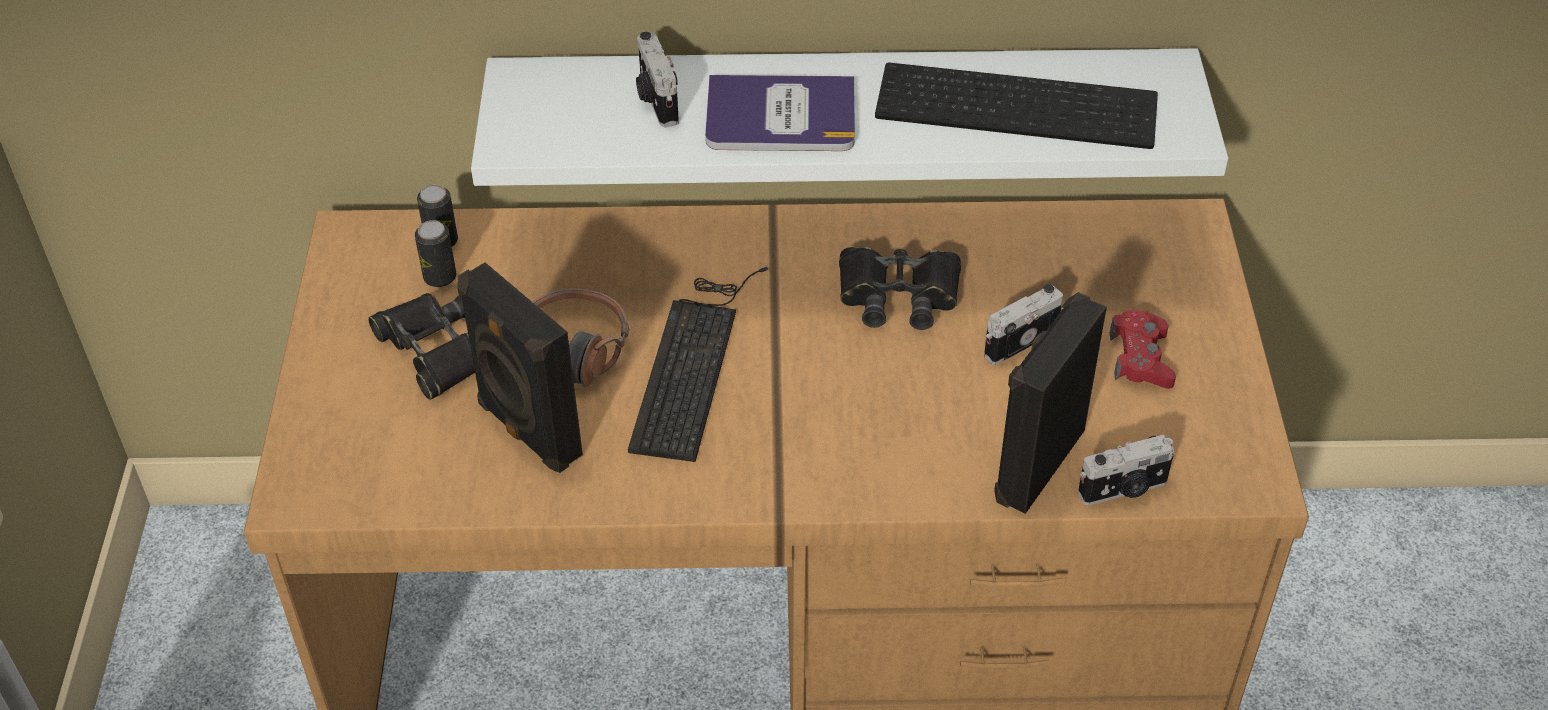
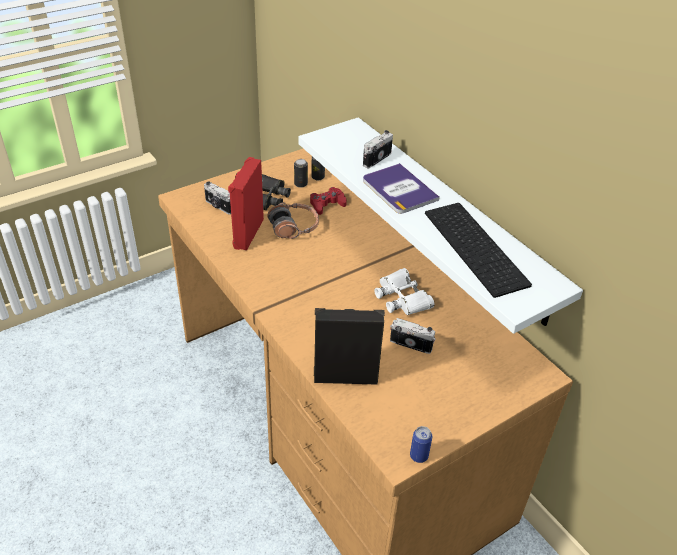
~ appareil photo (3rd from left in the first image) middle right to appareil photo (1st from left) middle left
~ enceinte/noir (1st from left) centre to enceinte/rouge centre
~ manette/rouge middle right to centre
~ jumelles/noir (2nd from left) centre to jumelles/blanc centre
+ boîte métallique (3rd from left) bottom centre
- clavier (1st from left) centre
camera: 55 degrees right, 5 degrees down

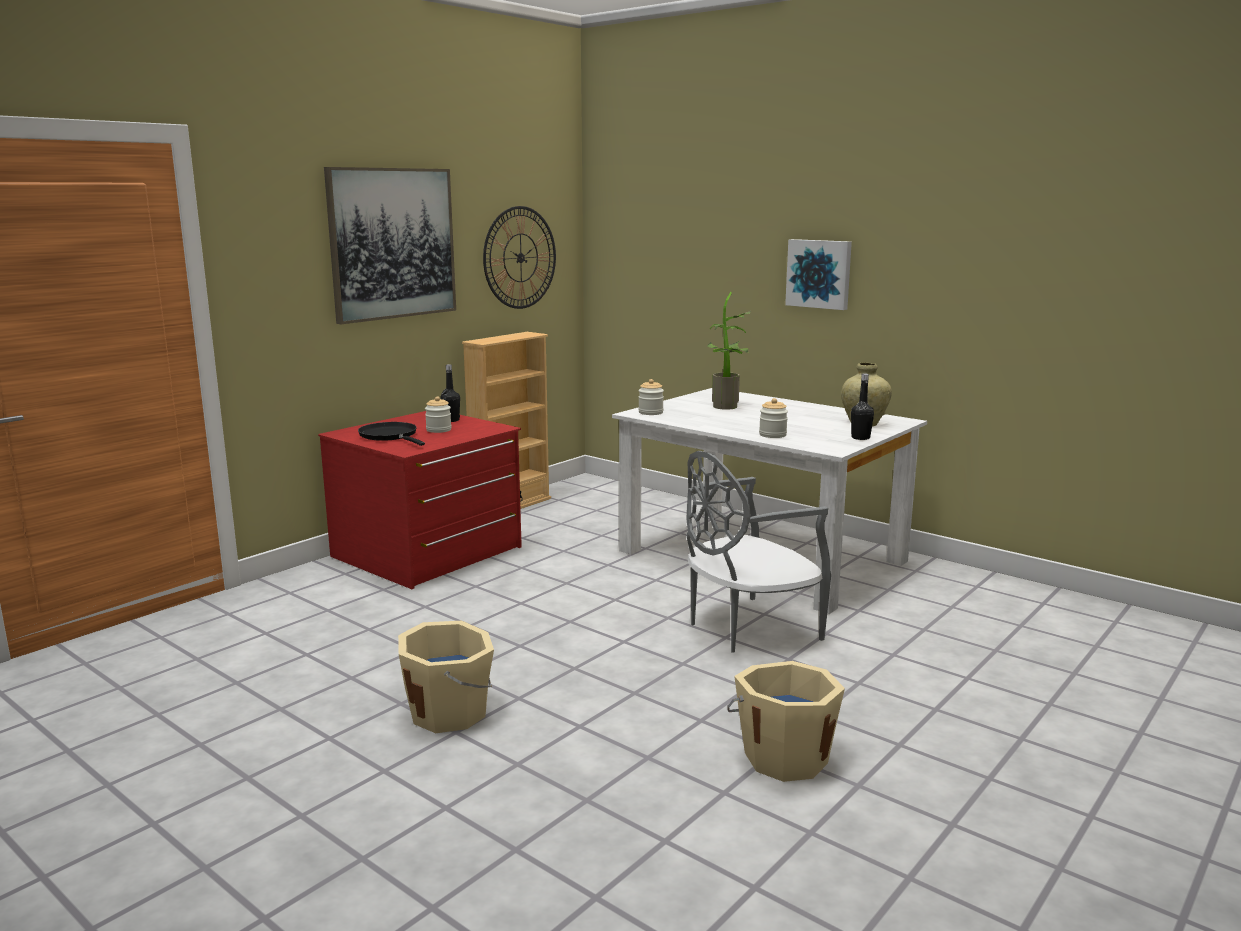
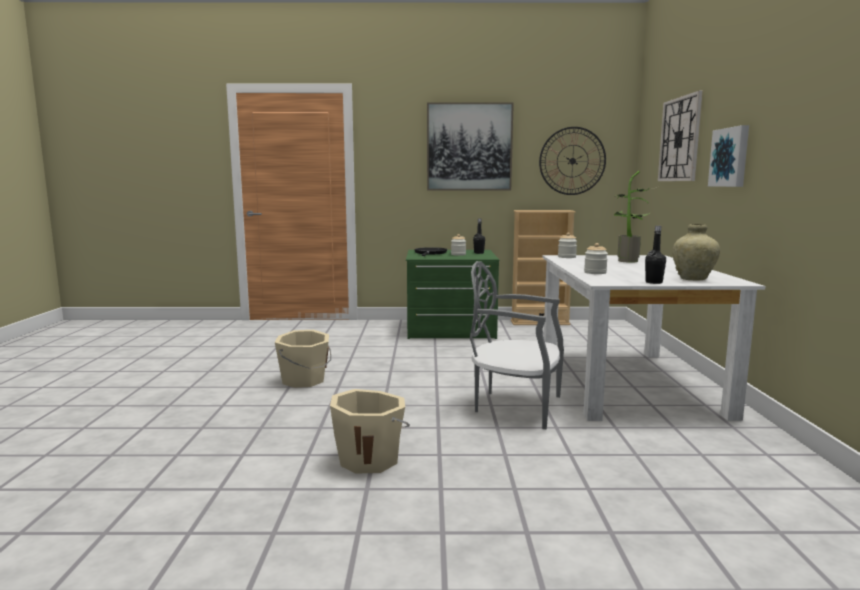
~ commode/rouge centre to commode/vert centre
+ horloge murale (2nd from left) top right
camera: 50 degrees right, 5 degrees down

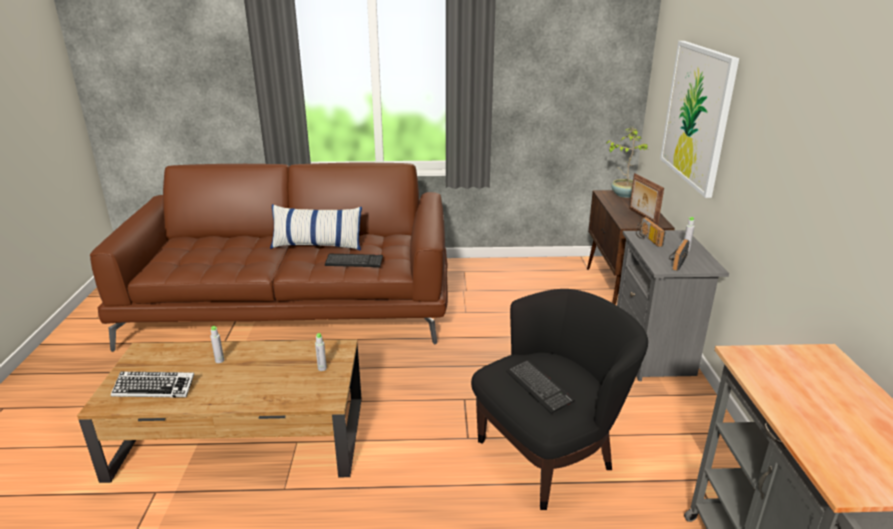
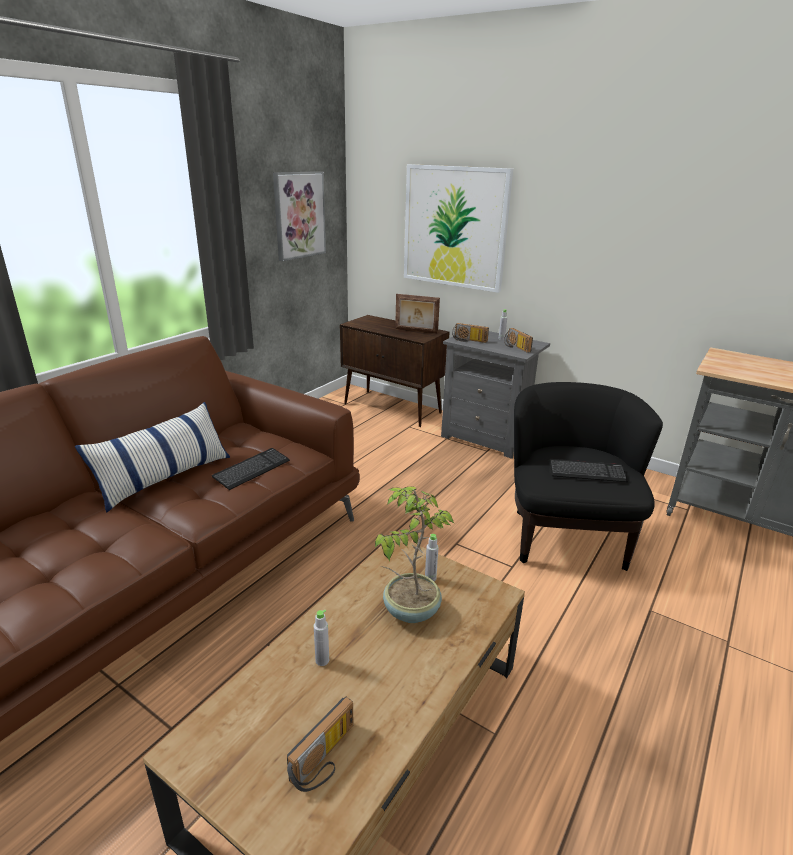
+ tableau (1st from left) top centre
~ clavier (1st from left) bottom left to radio (1st from left) bottom centre
~ plante en pot top right to centre
camera: 55 degrees left, 0 degrees up

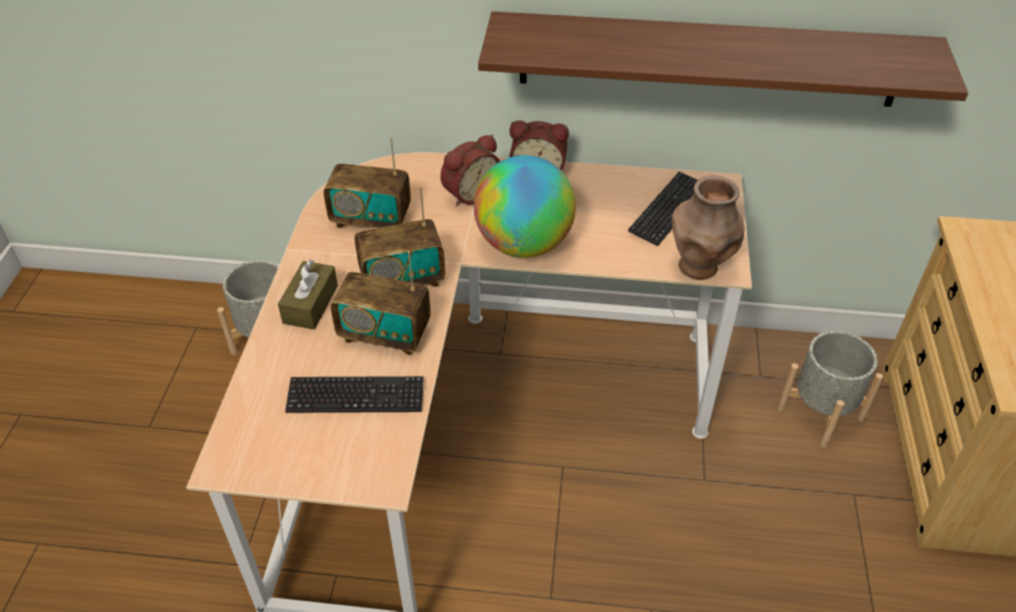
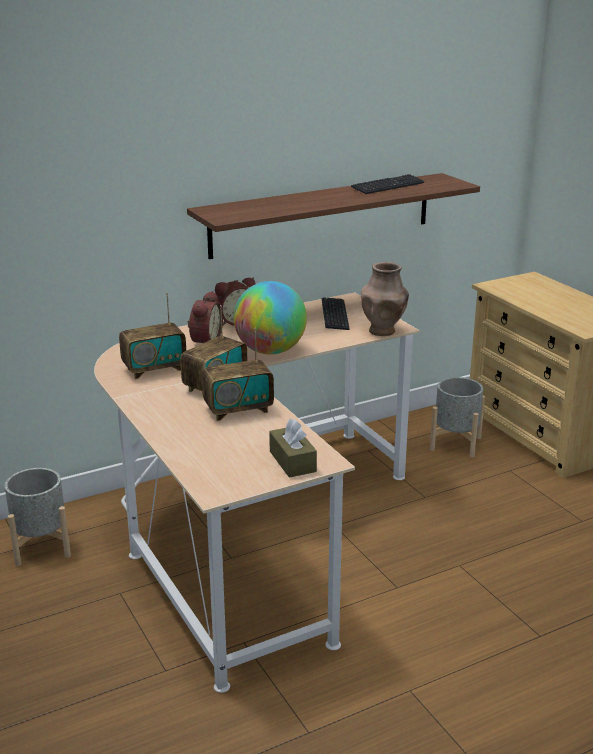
~ boîte à mouchoirs/marron middle left to centre
~ clavier (1st from left in the first image) centre to clavier (2nd from left) top centre
camera: 35 degrees left, 20 degrees down

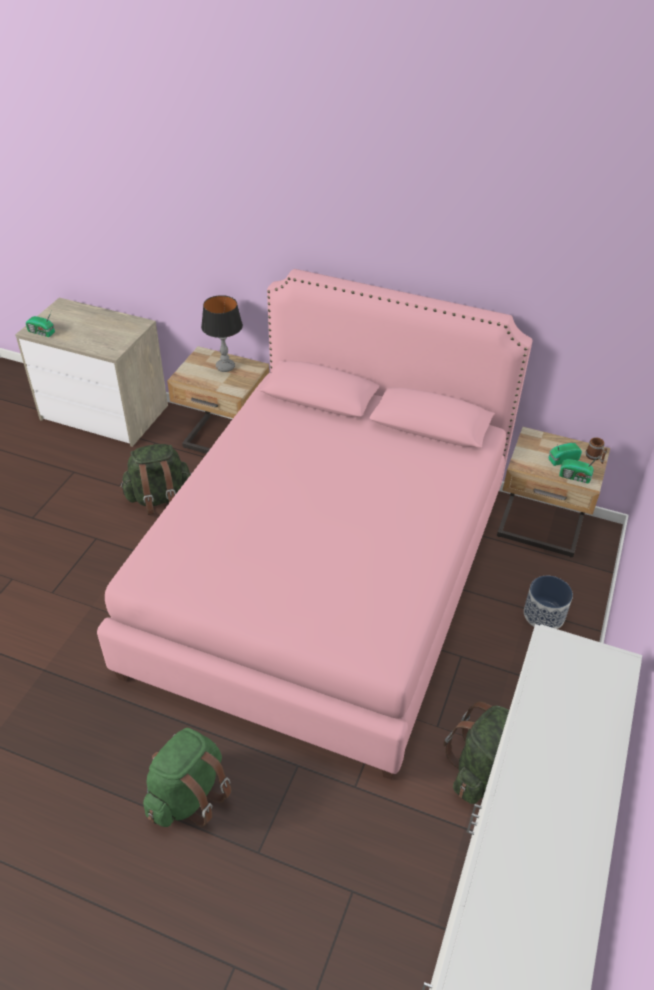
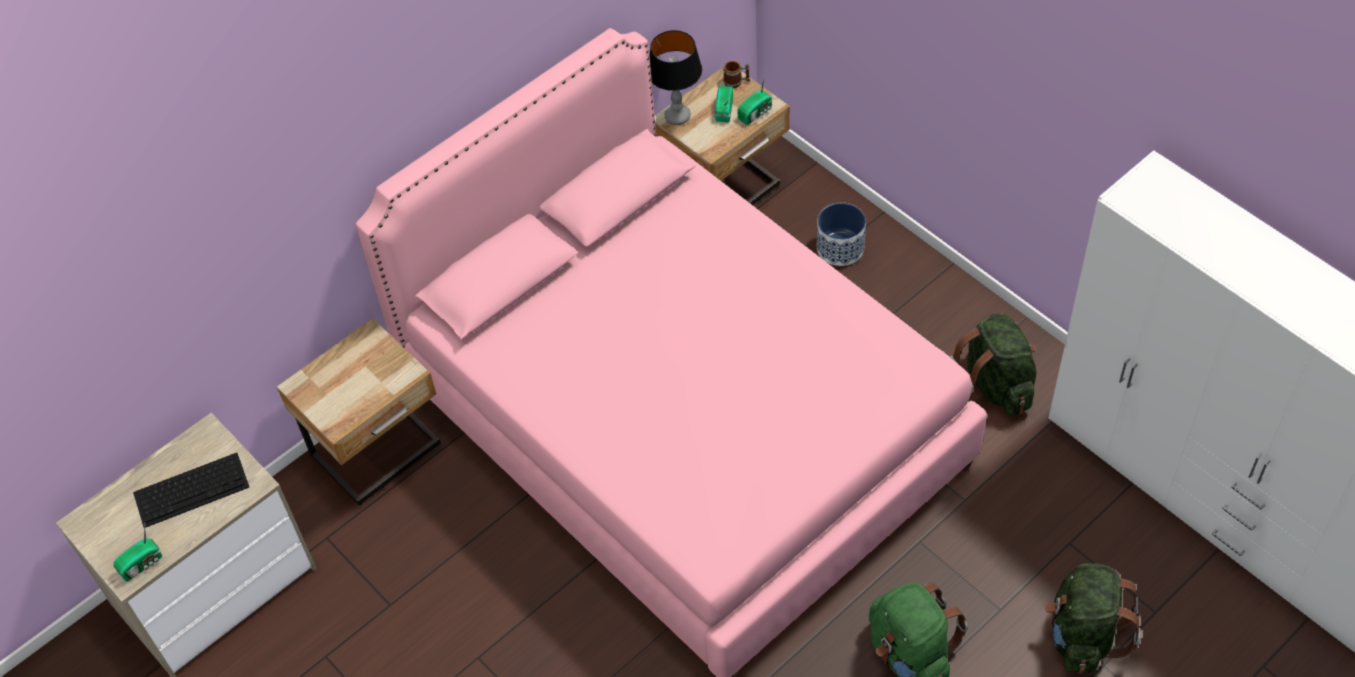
+ clavier bottom left
~ lampe de table centre to top centre
~ sac à dos/vert (1st from left in the first image) middle left to sac à dos/vert (3rd from left) bottom right
camera: 60 degrees left, 10 degrees up

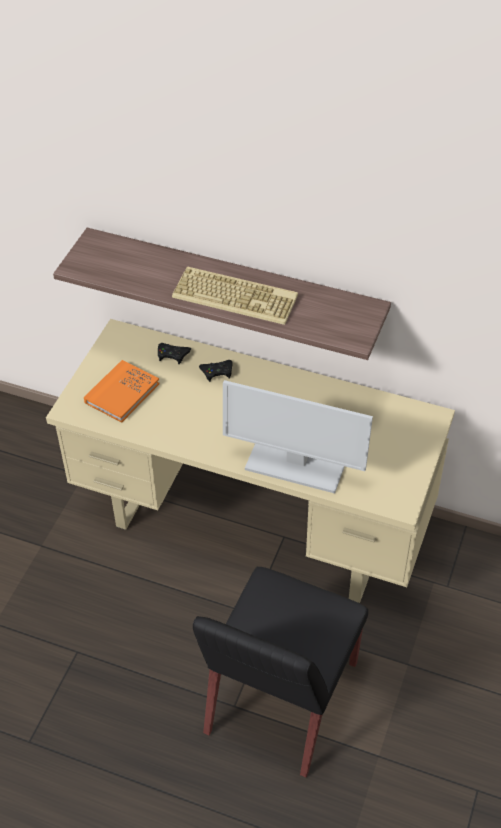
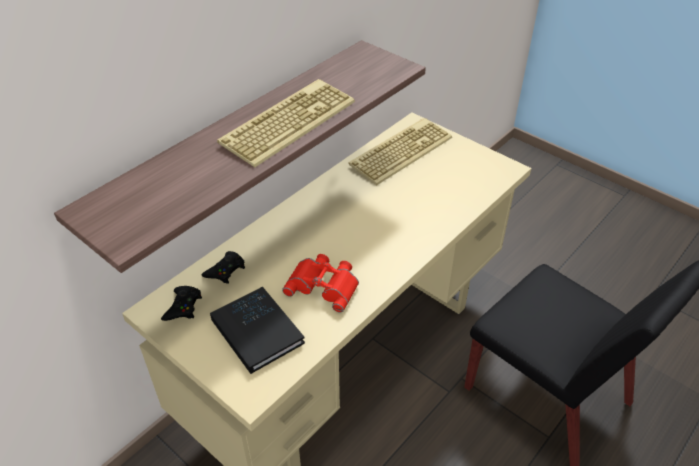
~ manette/noir (2nd from left in the first image) centre to manette/noir (1st from left) middle left
~ livre/orange middle left to livre/noir bottom centre
+ jumelles/rouge centre
+ clavier (2nd from left) top centre
- écran d'ordinateur centre
camera: 70 degrees left, 5 degrees down

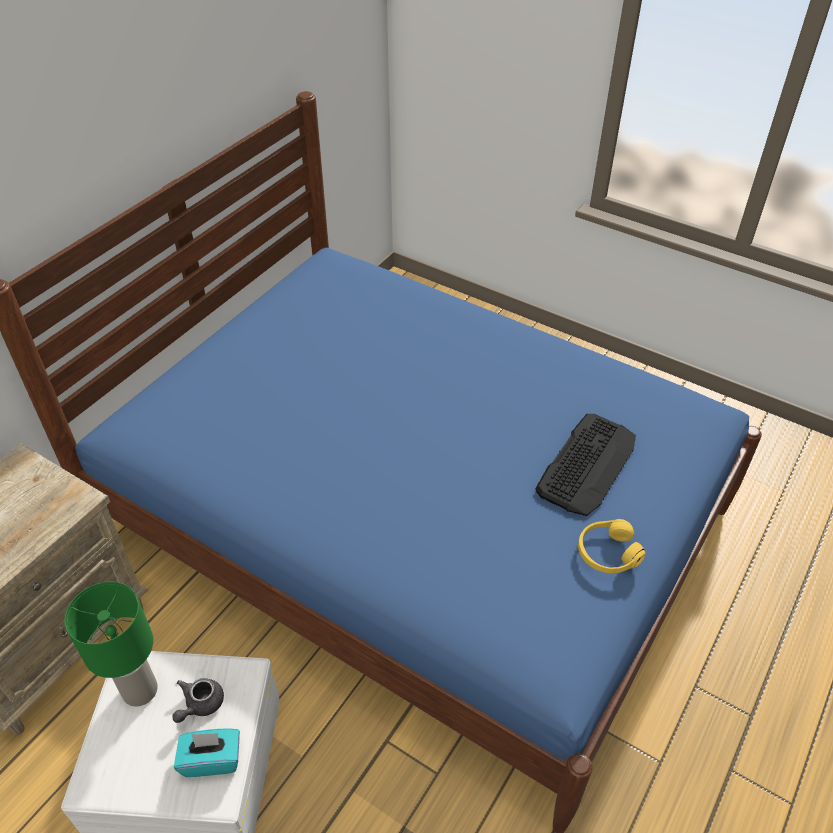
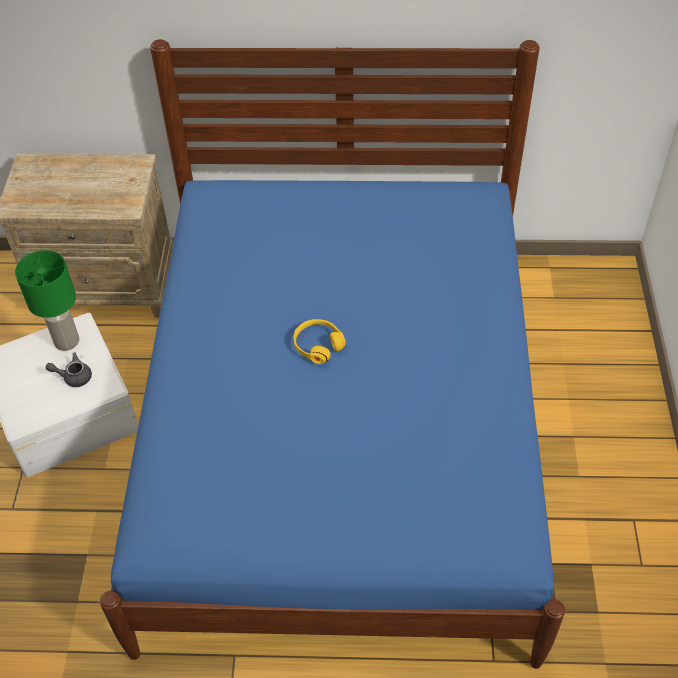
~ casque audio/jaune middle right to centre
- boîte à mouchoirs/turquoise bottom left
- clavier middle right
camera: 60 degrees right, 5 degrees up

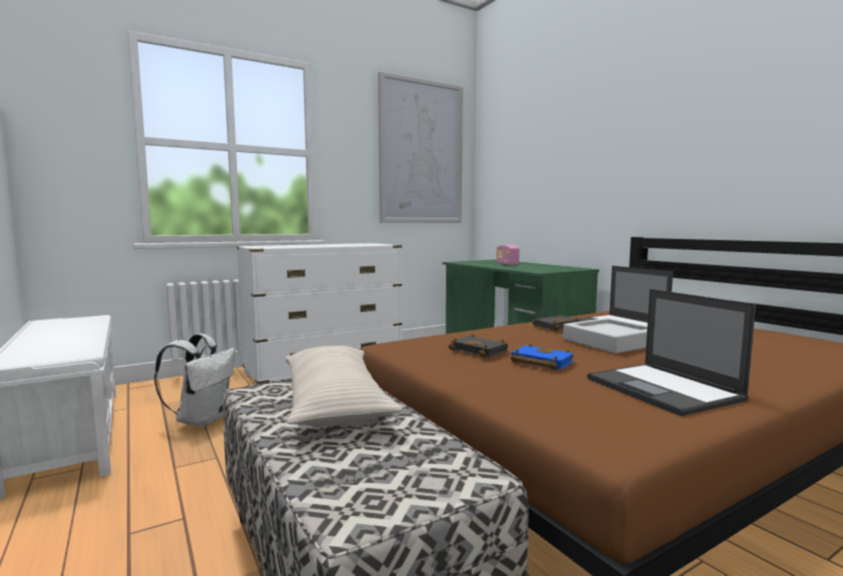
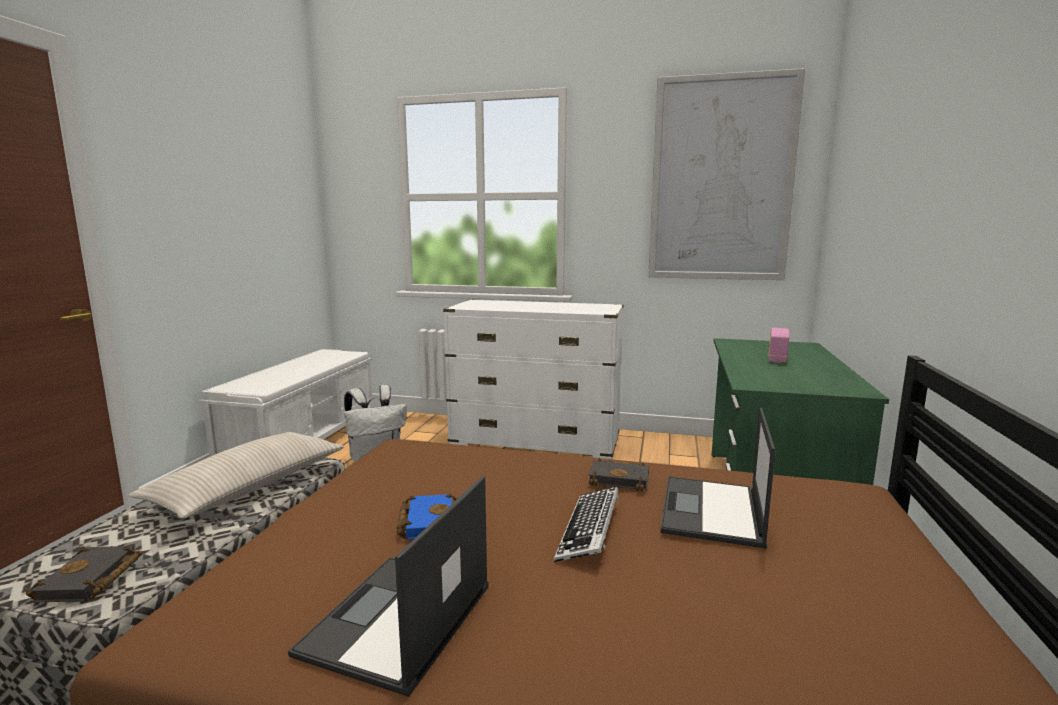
~ livre/noir (1st from left) centre to bottom left
~ plateau/gris middle right to clavier bottom centre
camera: 45 degrees right, 5 degrees up

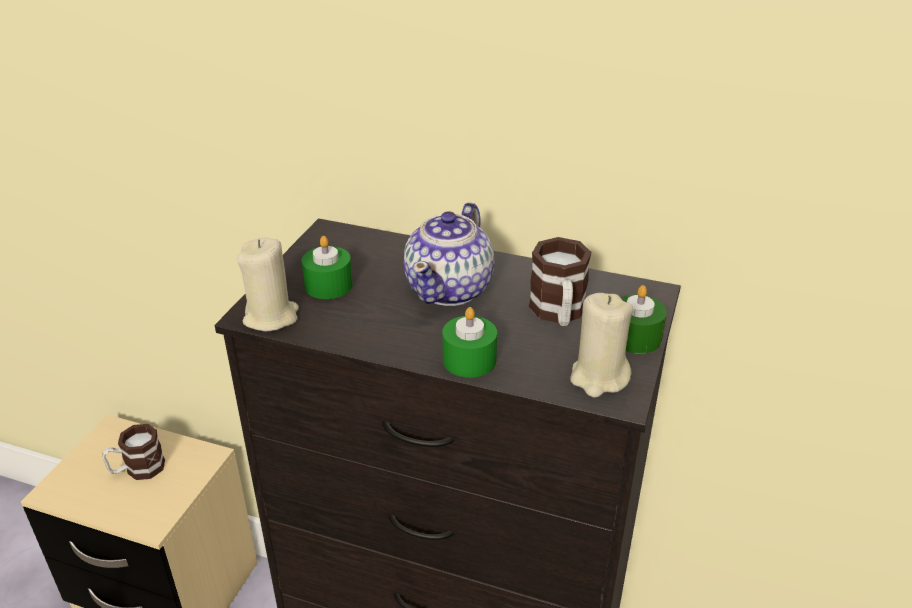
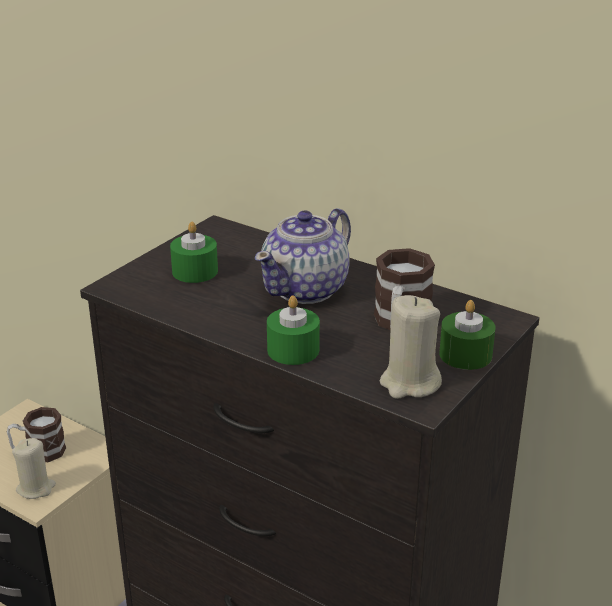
~ bougie/beige (1st from left) middle left to bottom left
camera: 15 degrees right, 5 degrees down

